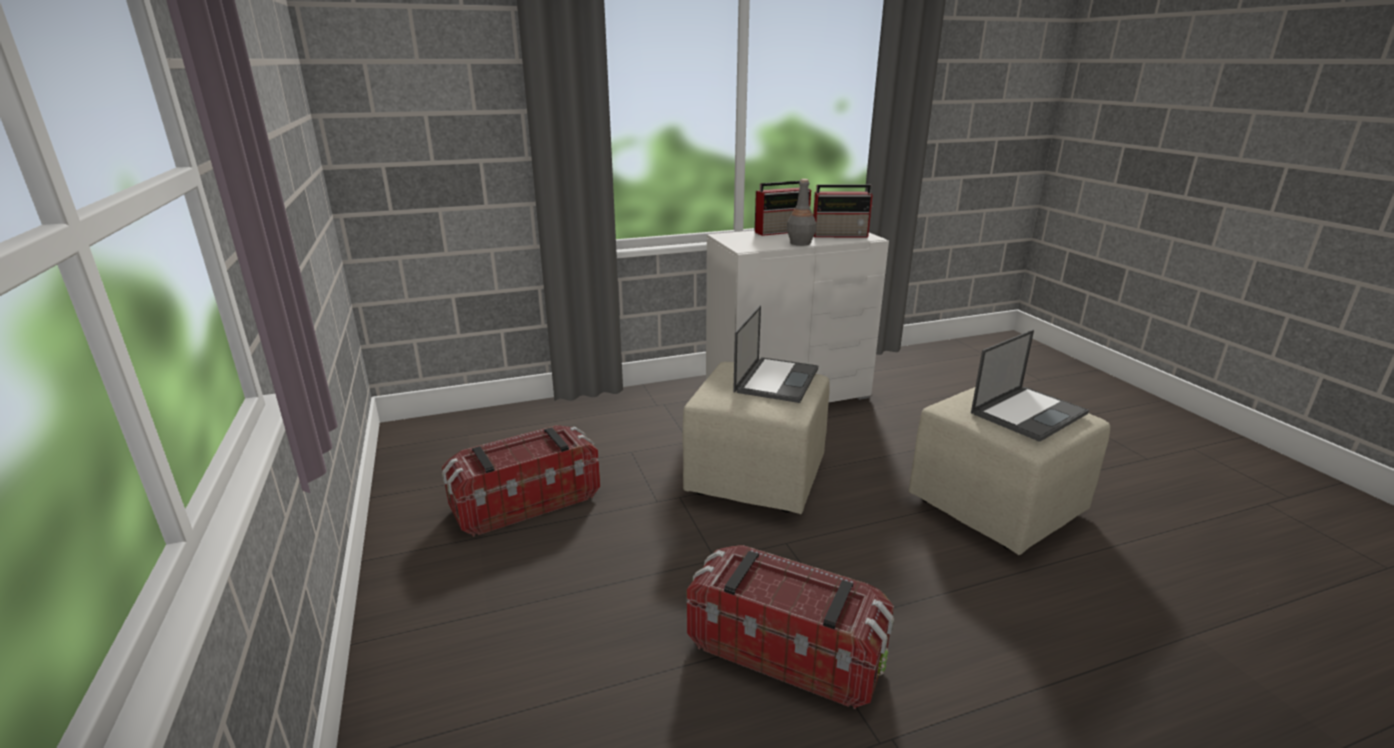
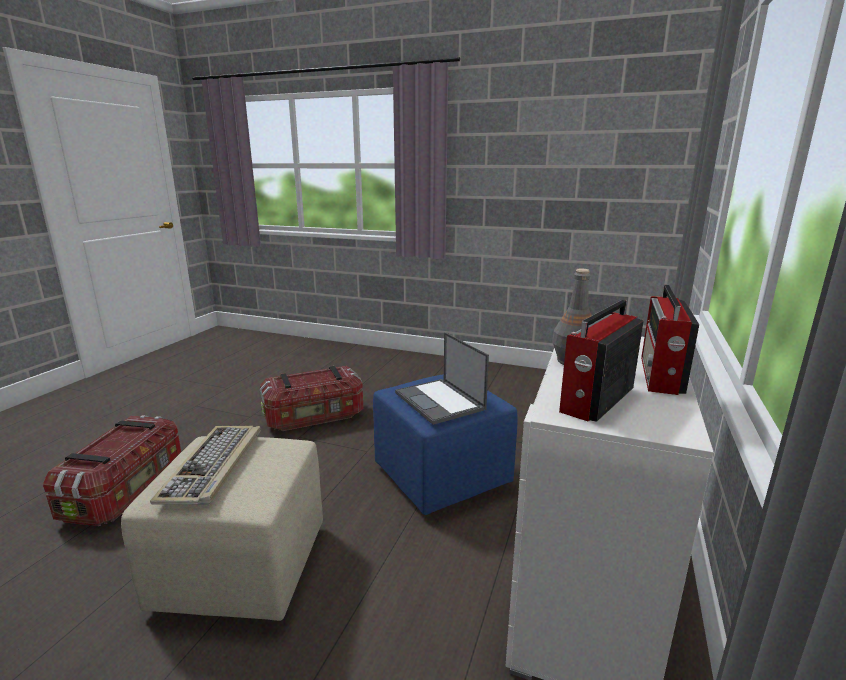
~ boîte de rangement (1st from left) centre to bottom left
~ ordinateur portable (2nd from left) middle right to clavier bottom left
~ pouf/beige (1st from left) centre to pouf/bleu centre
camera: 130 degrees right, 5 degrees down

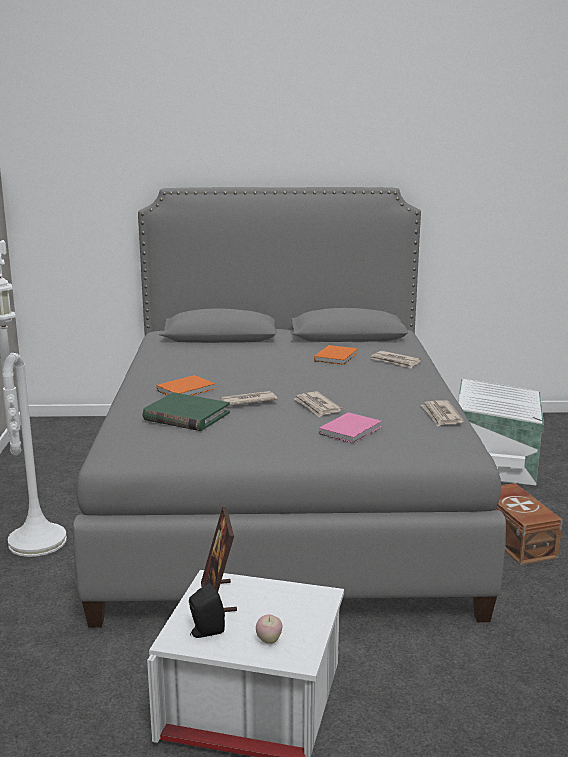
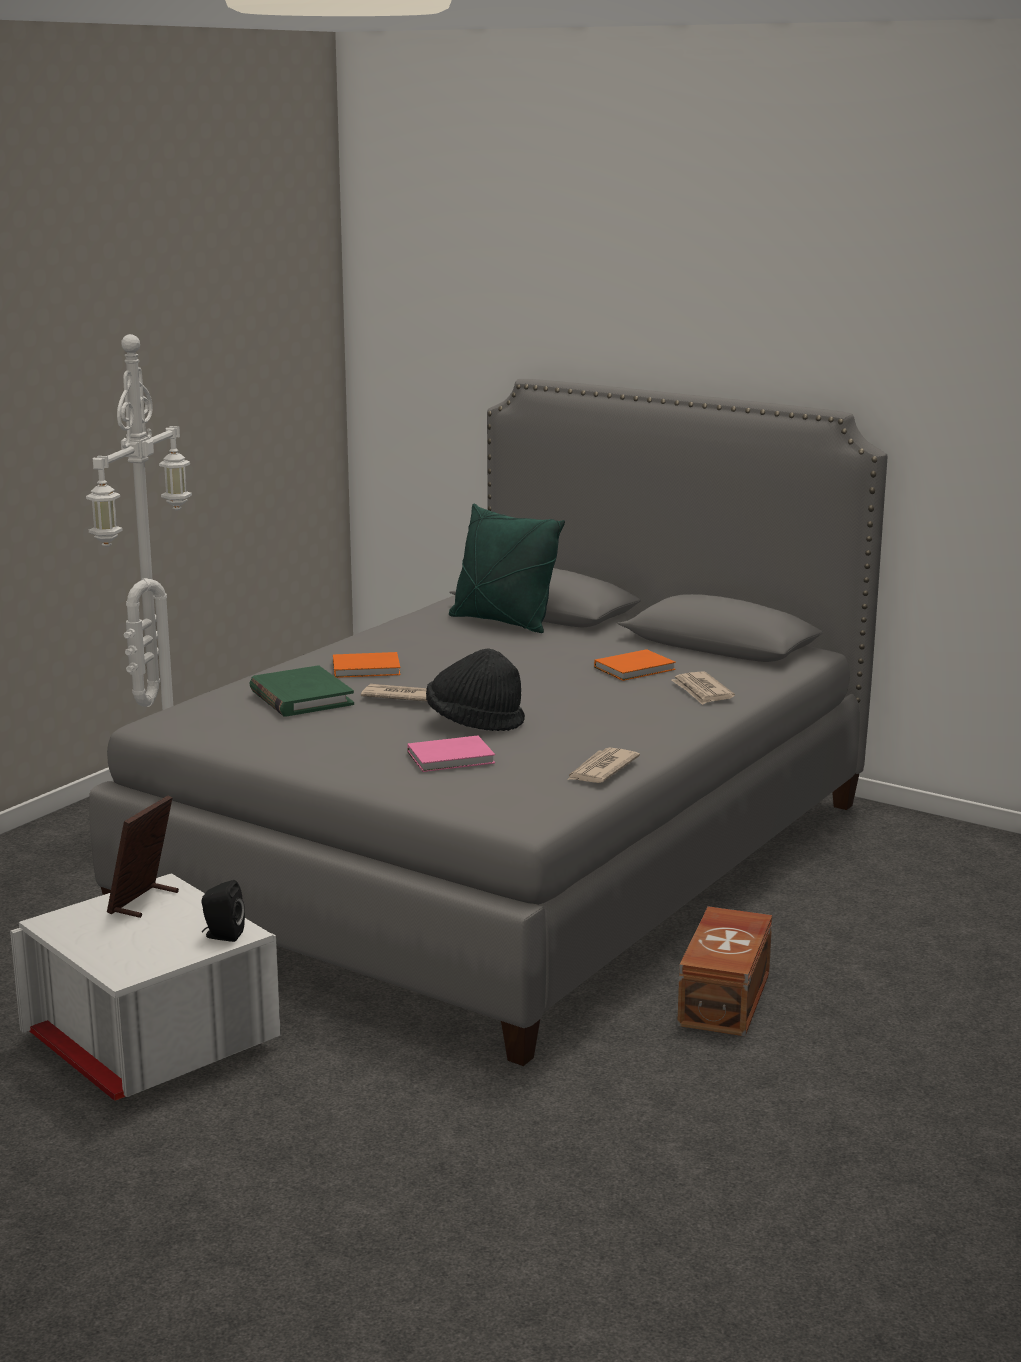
~ enceinte/noir bottom centre to bottom left
~ journal (2nd from left) centre to chapeau/noir centre
+ coussin/vert centre
- pomme bottom centre
- boîte de rangement/blanc (2nd from left) middle right
camera: 35 degrees right, 0 degrees up

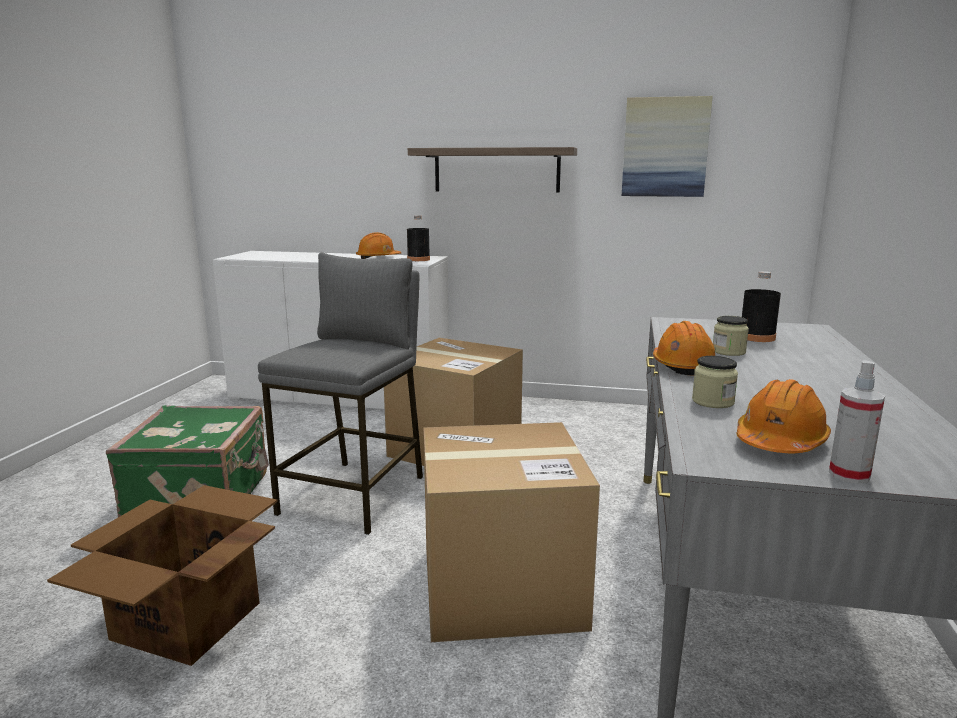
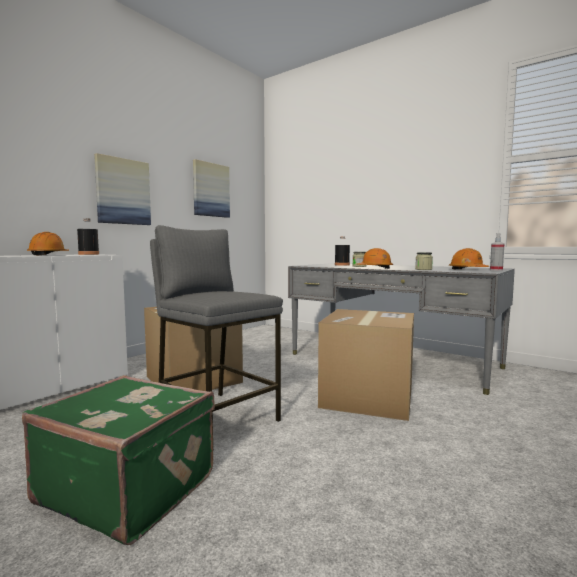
~ étagère top centre to tableau (1st from left) top left
- carton (1st from left) bottom left
camera: 65 degrees left, 10 degrees down

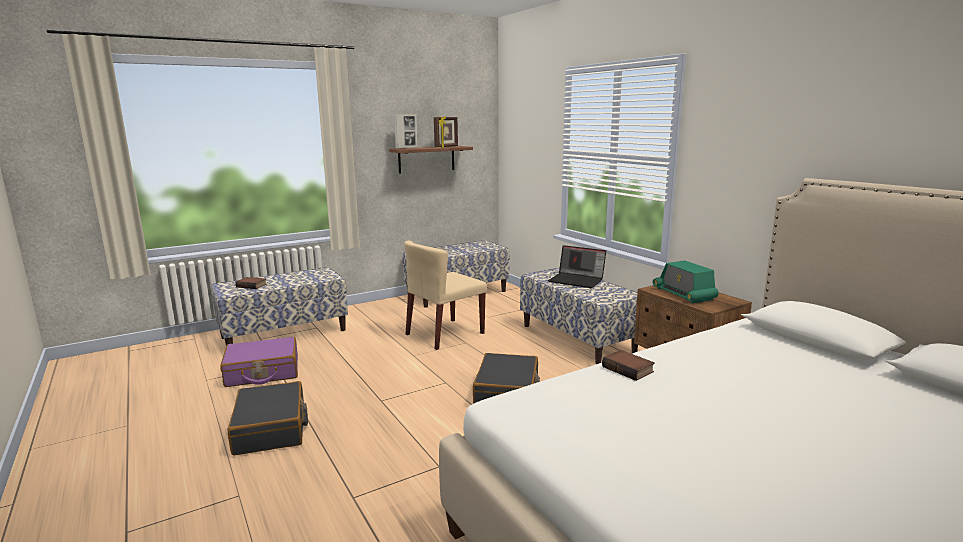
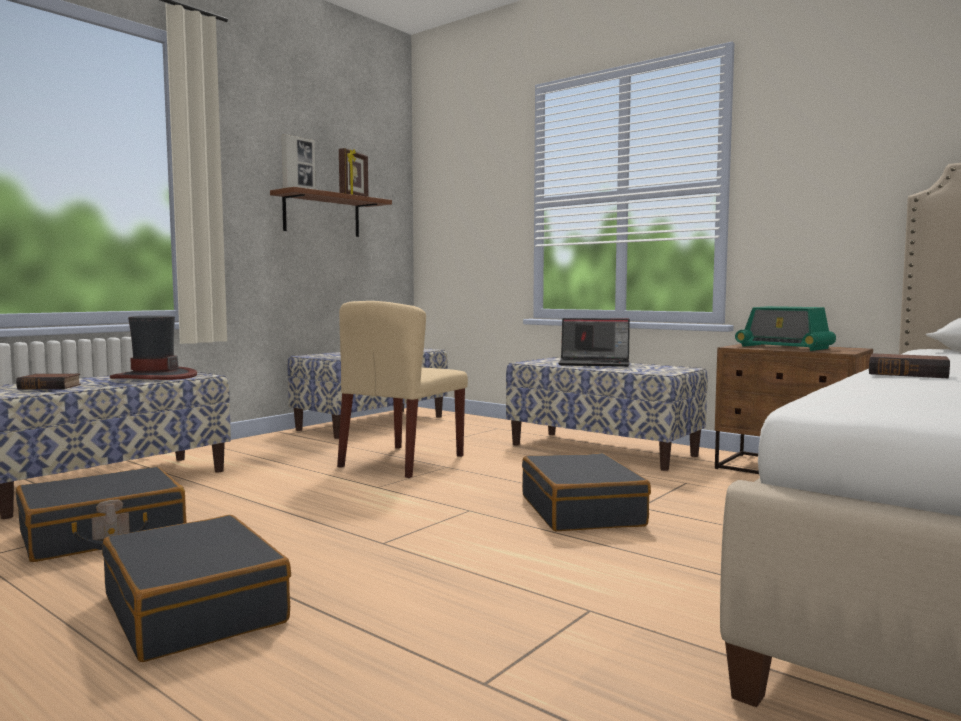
~ valise/violet bottom left to valise/noir (1st from left) bottom left
+ chapeau middle left
camera: 20 degrees left, 10 degrees down

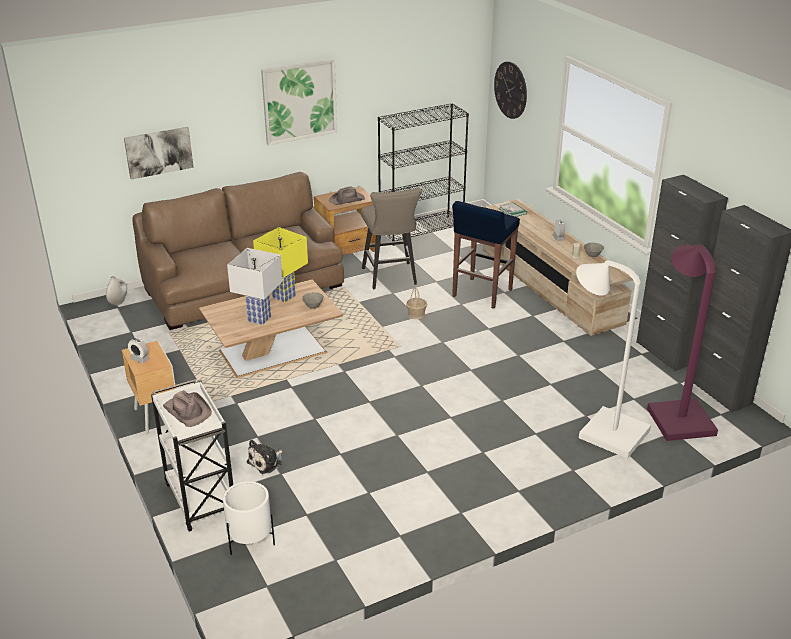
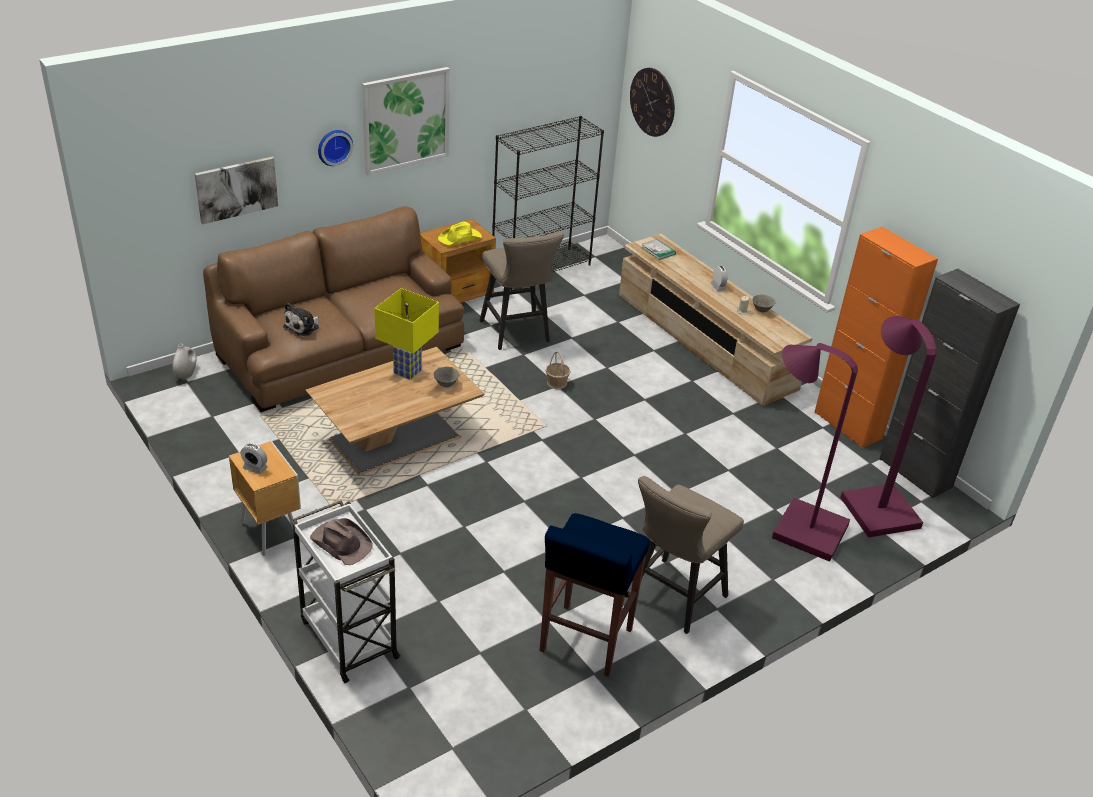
~ peluche bottom centre to middle left
+ horloge murale (1st from left) top left
~ chapeau/marron (2nd from left) top centre to chapeau/jaune top centre
~ tabouret/bleu centre to bottom centre
+ tabouret/beige (2nd from left) bottom centre
~ lampadaire/blanc middle right to lampadaire/violet (1st from left) middle right
~ meuble de rangement/noir (1st from left) middle right to meuble de rangement/orange middle right
- cache-pot/blanc bottom left
- lampe de table/blanc middle left
camera: 10 degrees left, 5 degrees up

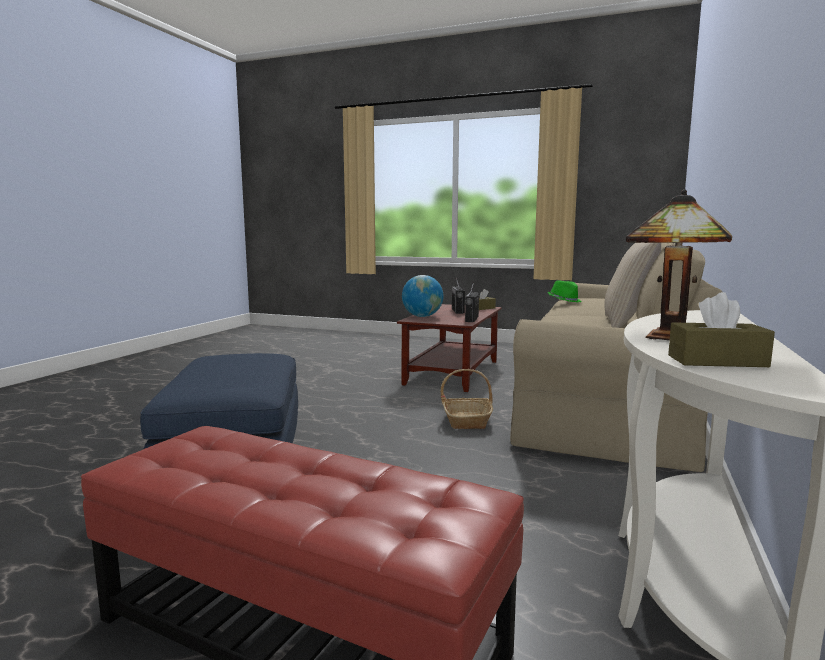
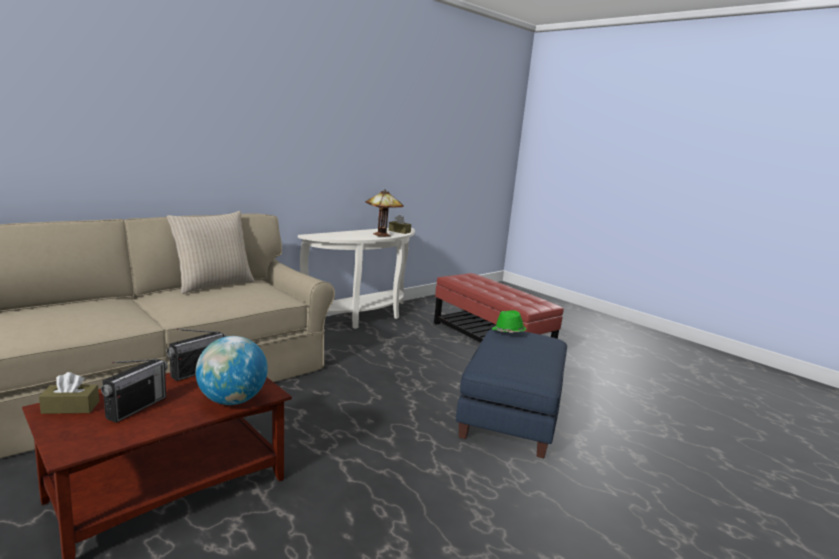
~ chapeau/vert middle right to centre
- panier centre
camera: 155 degrees left, 5 degrees up

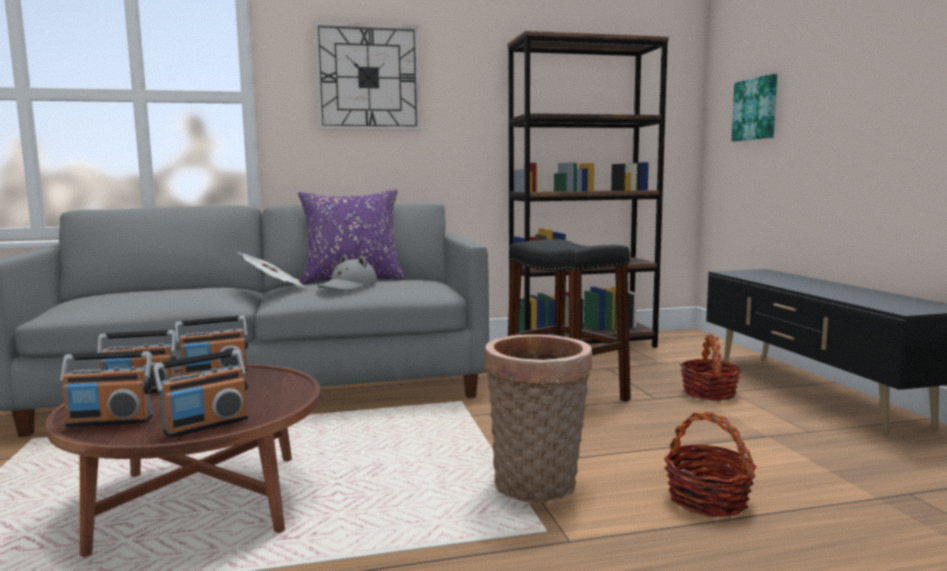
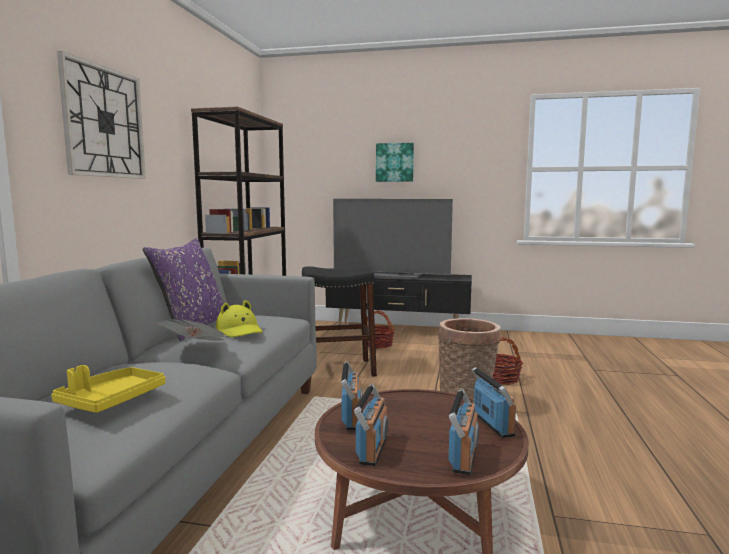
+ plateau/jaune bottom left
~ chapeau/gris centre to chapeau/jaune middle left
+ téléviseur centre
~ tableau top right to top centre
camera: 65 degrees left, 0 degrees up

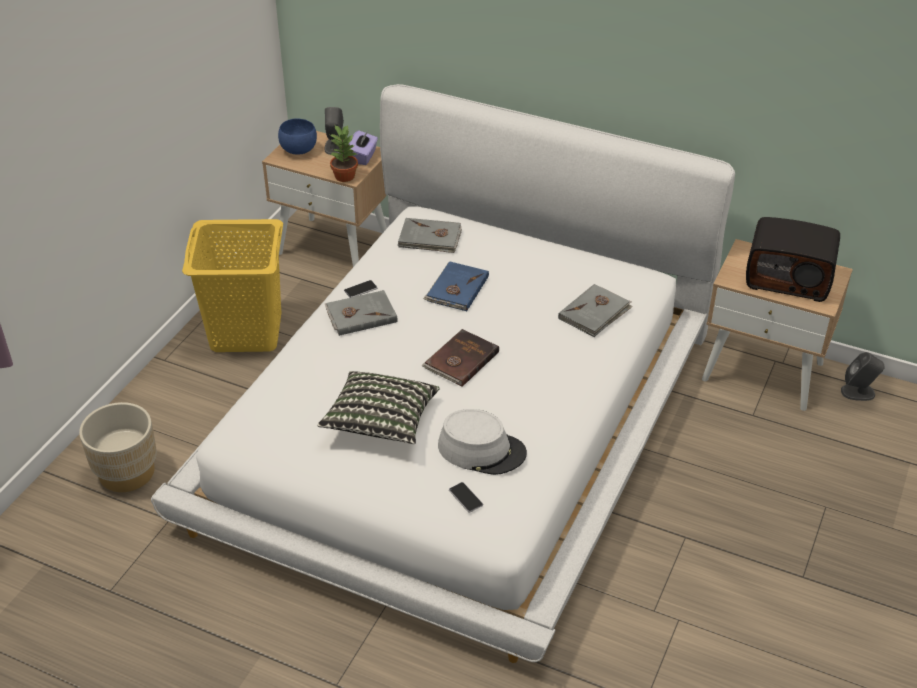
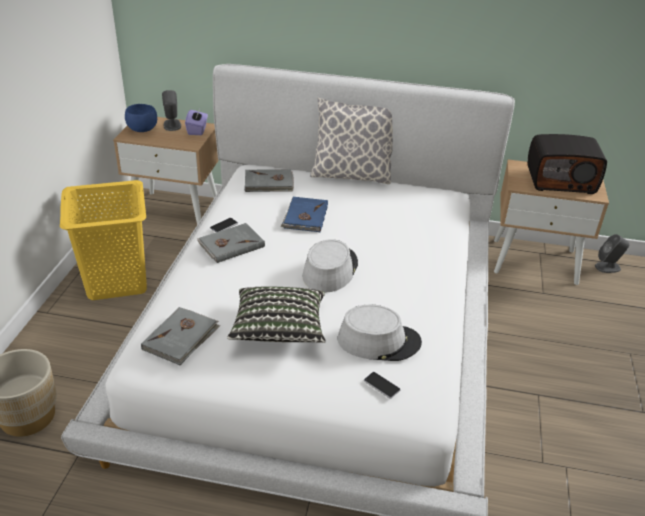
~ livre/gris (3rd from left in the first image) centre to livre/gris (1st from left) middle left
~ livre/marron centre to chapeau/gris (1st from left) centre
+ coussin (2nd from left) top centre
- plante en pot top centre
camera: 15 degrees left, 5 degrees down

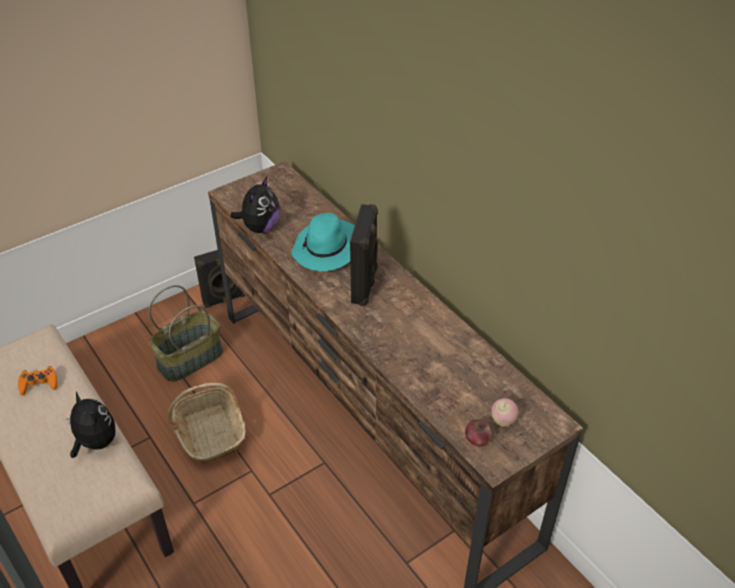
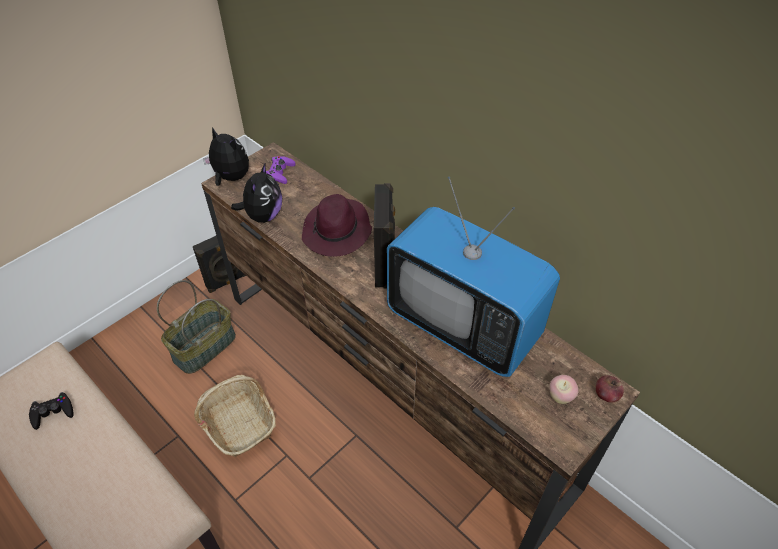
~ manette/orange middle left to manette/noir bottom left
~ peluche (1st from left) bottom left to top left
+ manette/violet top centre
~ chapeau/turquoise centre to chapeau/violet centre
+ téléviseur centre
~ pomme (1st from left in the first image) bottom centre to pomme (2nd from left) bottom right
camera: 10 degrees left, 5 degrees up

